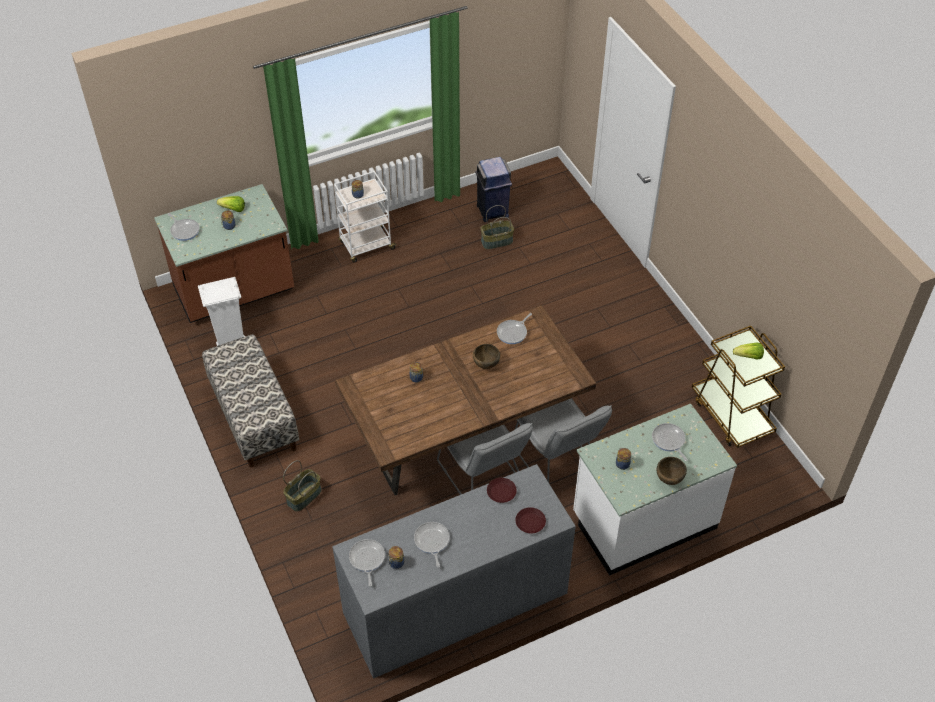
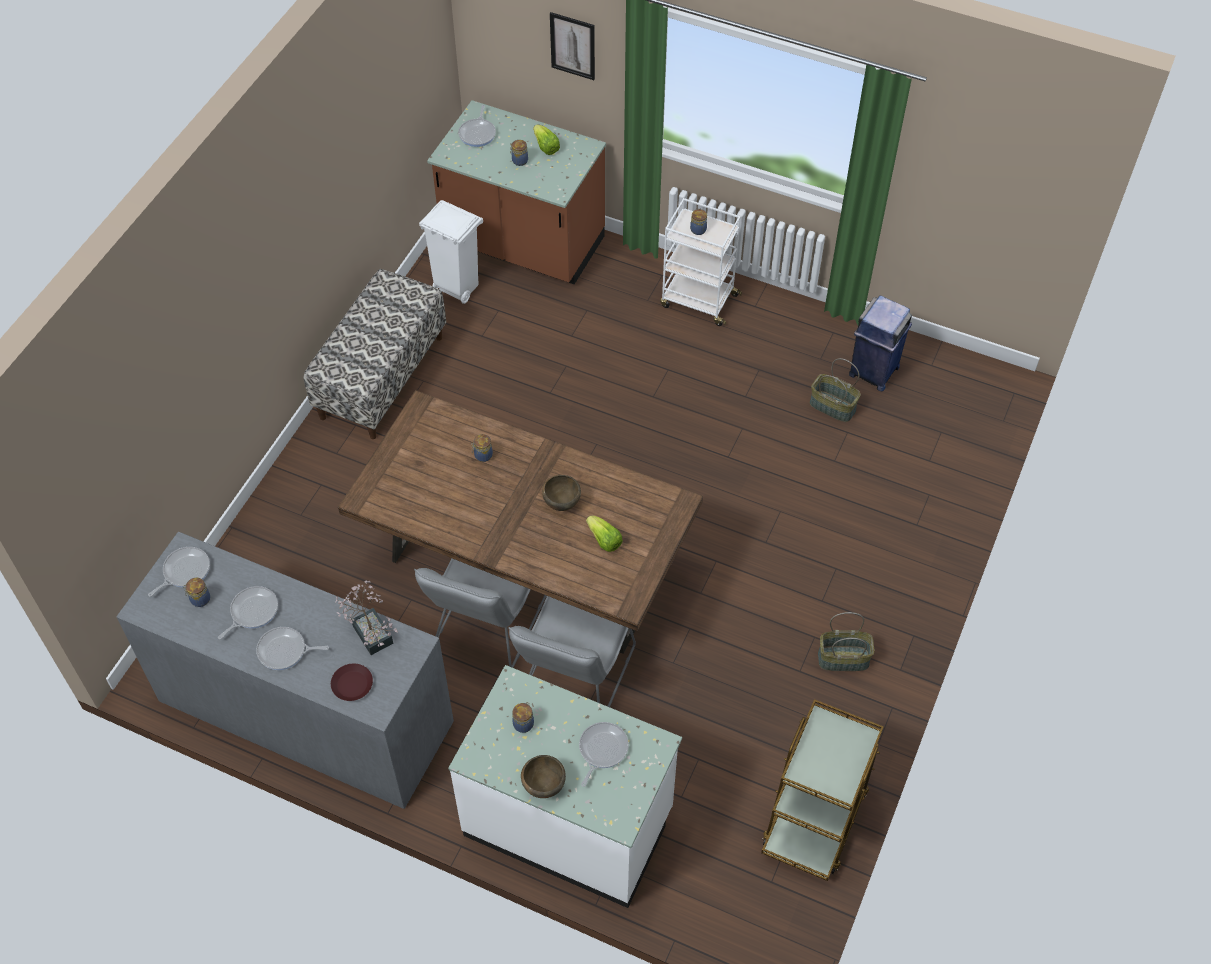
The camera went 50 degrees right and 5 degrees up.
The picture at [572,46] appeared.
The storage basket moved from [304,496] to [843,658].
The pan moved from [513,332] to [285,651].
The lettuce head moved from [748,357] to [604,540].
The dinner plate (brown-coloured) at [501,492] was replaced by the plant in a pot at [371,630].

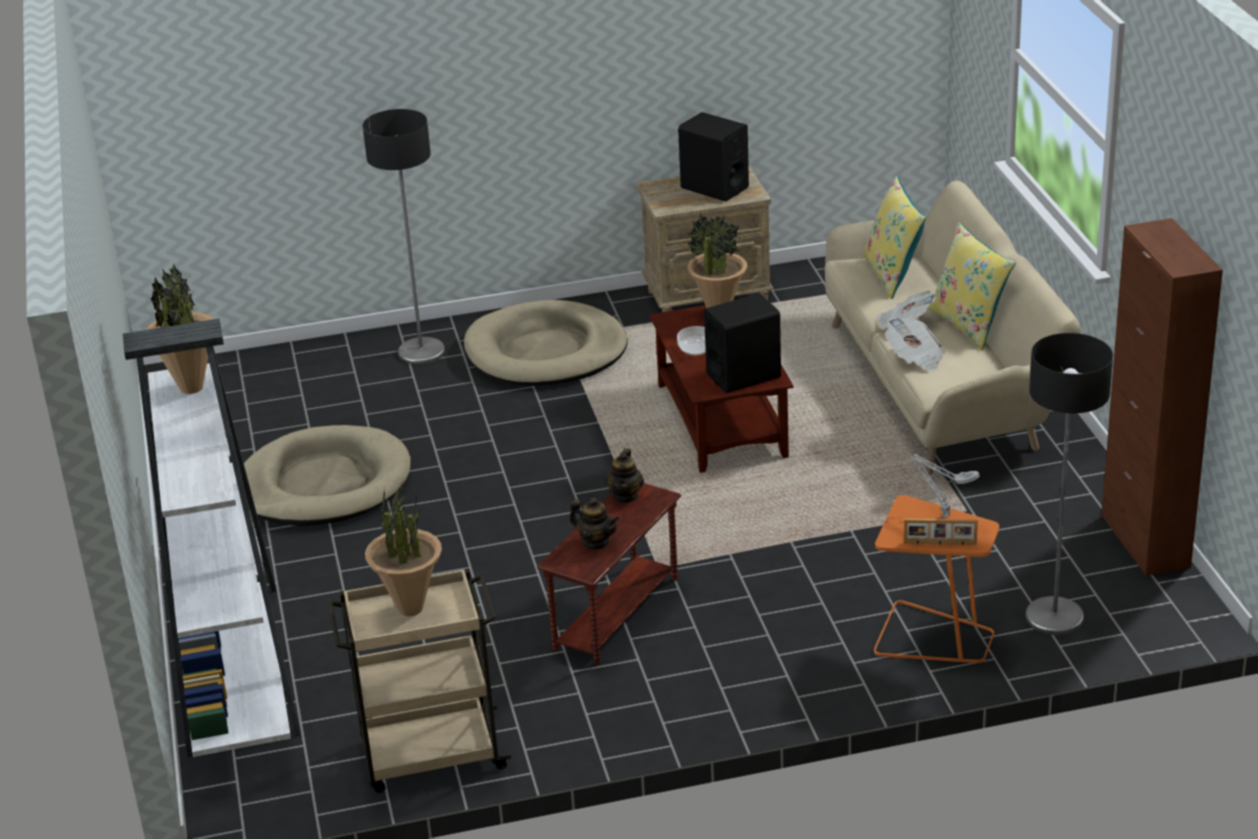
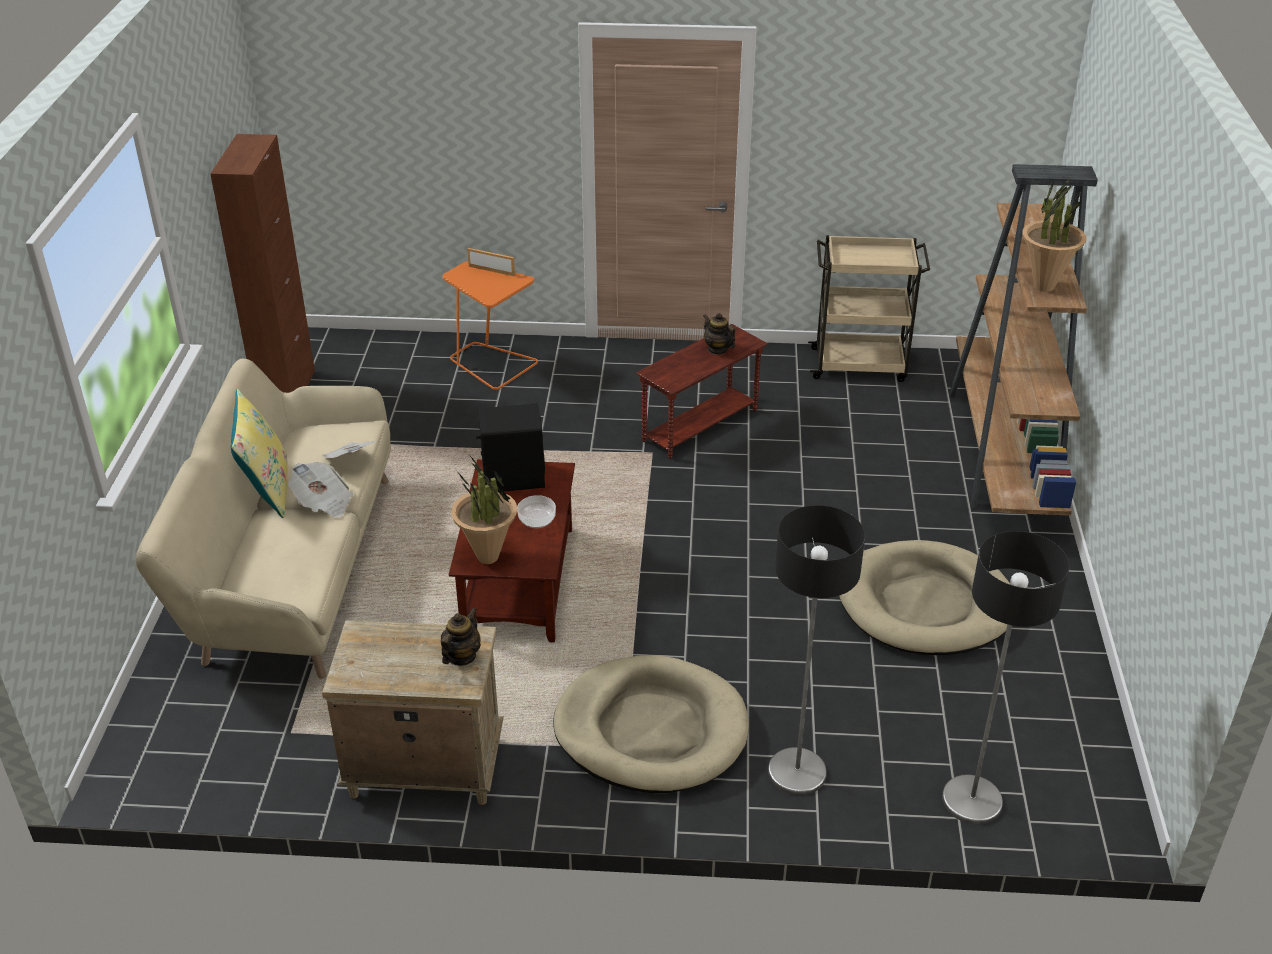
The camera went 165 degrees left and 5 degrees up.
The plant in a pot at [410,608] disappeared.
The loudspeaker (black) at [714,187] disappeared.
The pillow (yellowish) at [893,275] disappeared.
The table lamp (greyish) at [942,515] disappeared.
The tea pot moved from [626,496] to [461,656].
The standing lamp moved from [1054,617] to [971,800].
The bookcase (white-coloured) at [232,665] became the bookcase (brown-coloured) at [1003,452].

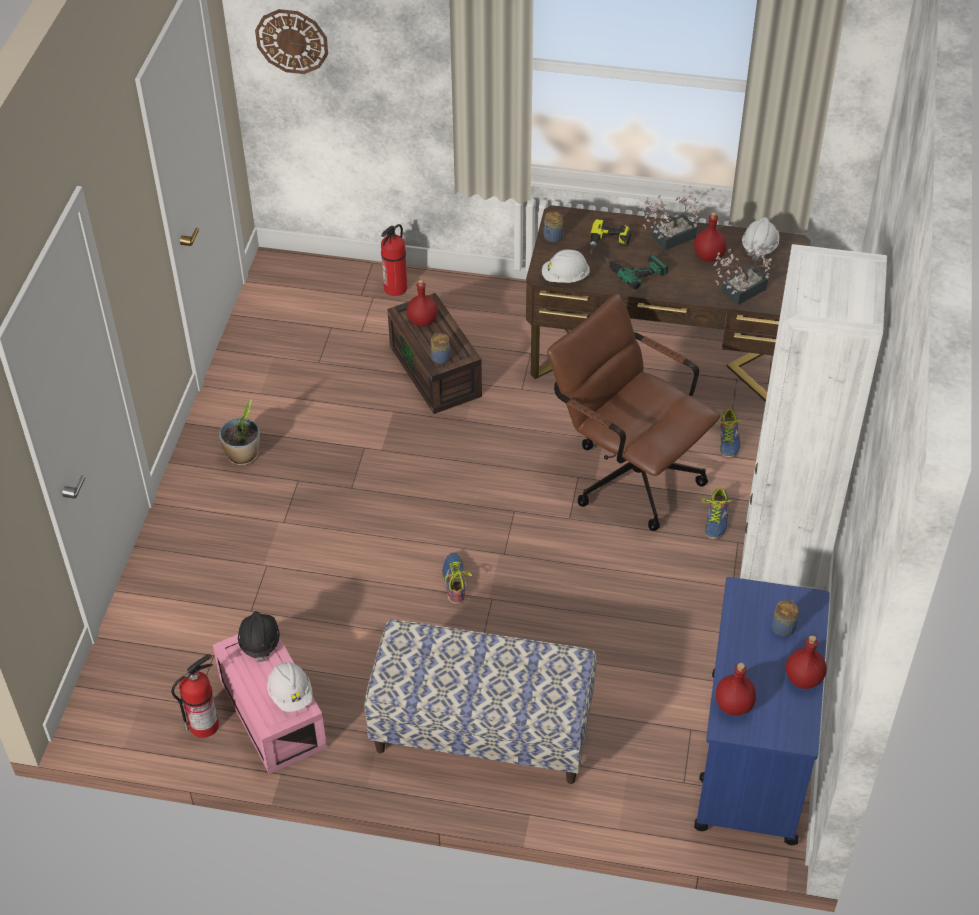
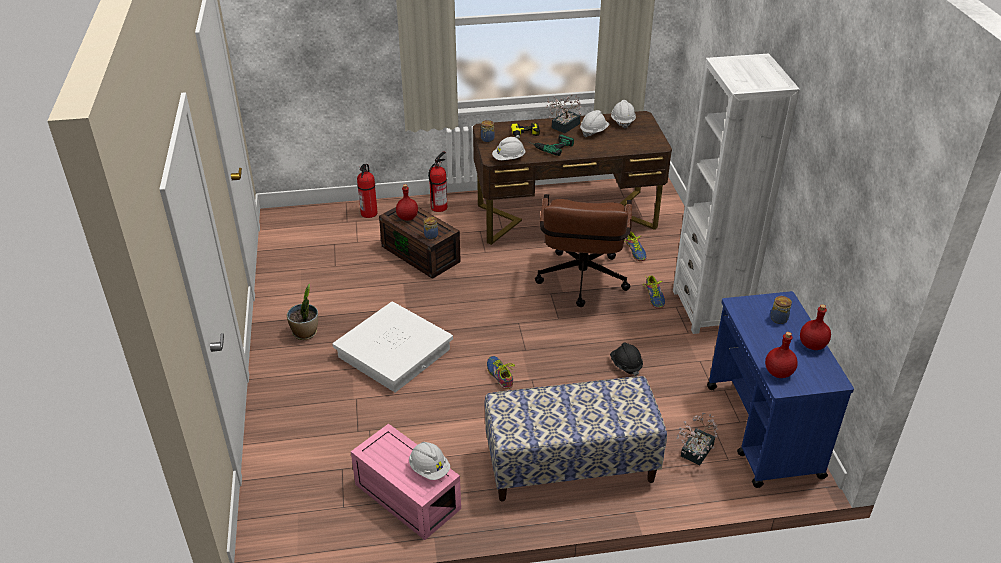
The camera went 20 degrees left and 10 degrees down.
The clock on the wall at [292,41] disappeared.
The storage container (white-coloured) at [393,353] appeared.
The extinguisher moved from [205,724] to [439,207].
The safety helmet (black) moved from [259,642] to [626,365].
The plant in a pot moved from [739,292] to [694,453].
The bottle (reddish) at [708,256] was replaced by the safety helmet (white-coloured) at [594,131].
The office chair (brown-coloured) at [627,472] turned 105 degrees counterclockwise.

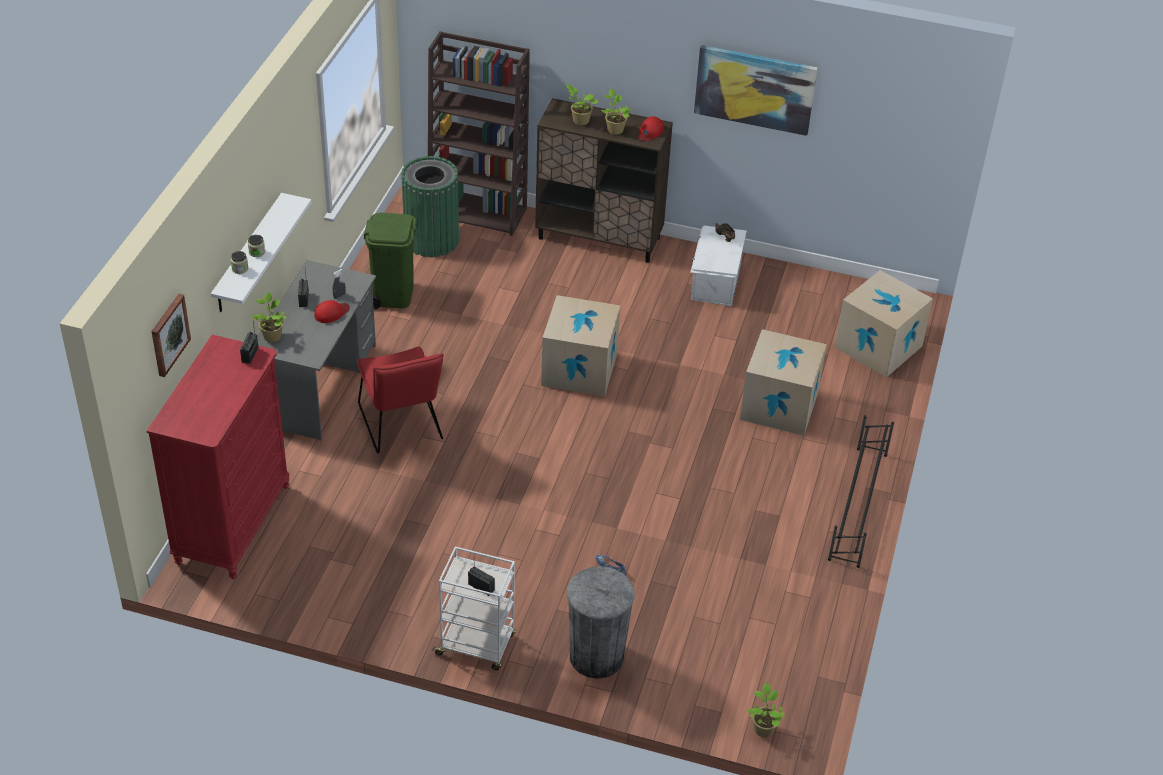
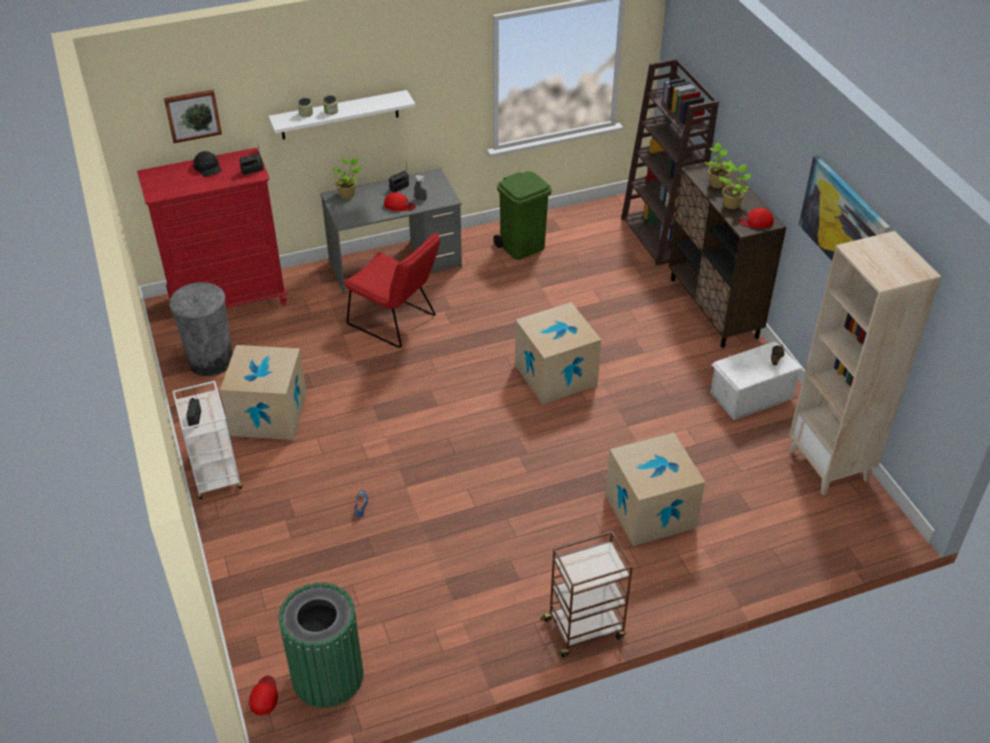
The camera went 55 degrees right and 0 degrees up.
The cap (black) at [208,167] appeared.
The bookcase (beige-coloured) at [829,465] appeared.
The trash can (green) moved from [431,240] to [327,676].
The trash can (greyish) moved from [596,656] to [210,361].
The packing box moved from [878,346] to [269,414].
The plant in a pot at [763,728] was replaced by the cap (reddish) at [264,696].
The shoe stand (black) at [857,506] was replaced by the trolley (brown-coloured) at [585,628].
The chair (reddish) at [402,426] turned 90 degrees counterclockwise.

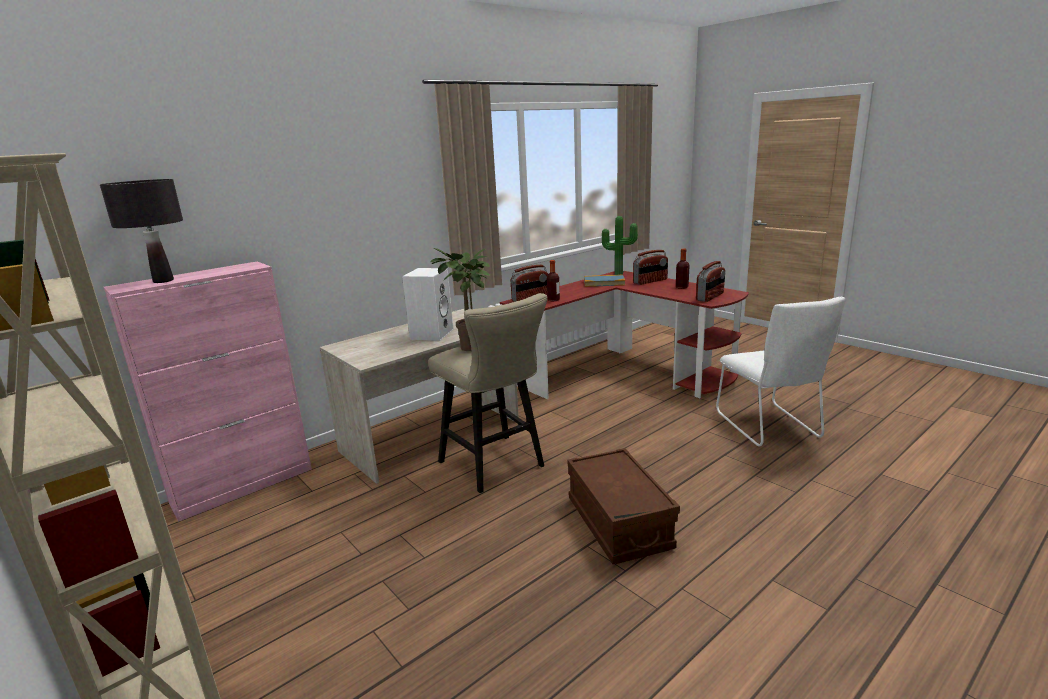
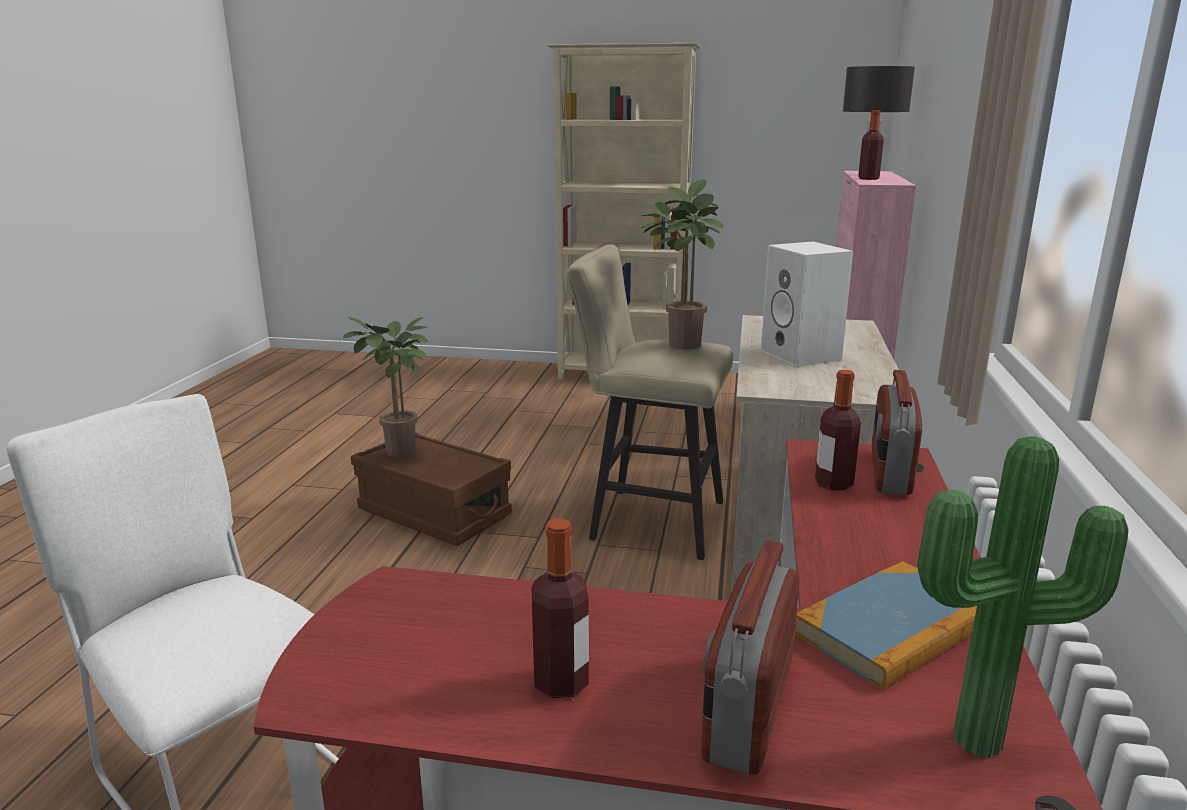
The camera went 140 degrees right and 0 degrees up.
The radio receiver at [710,297] disappeared.
The plant in a pot at [400,453] appeared.
The bottle at [868,179] appeared.

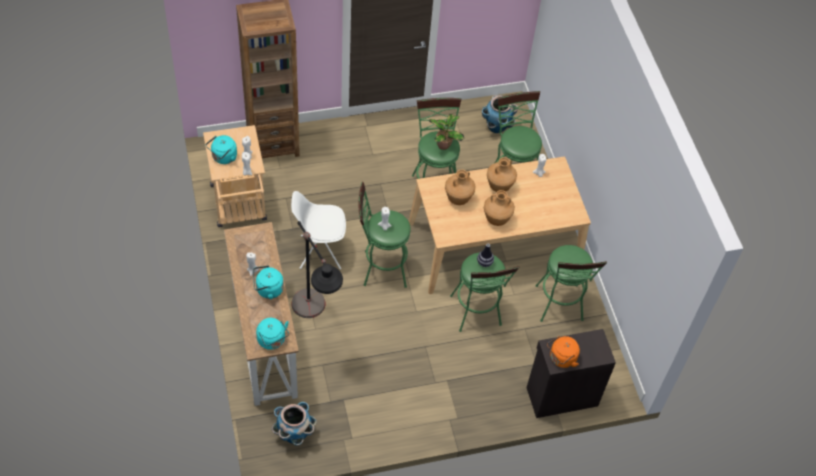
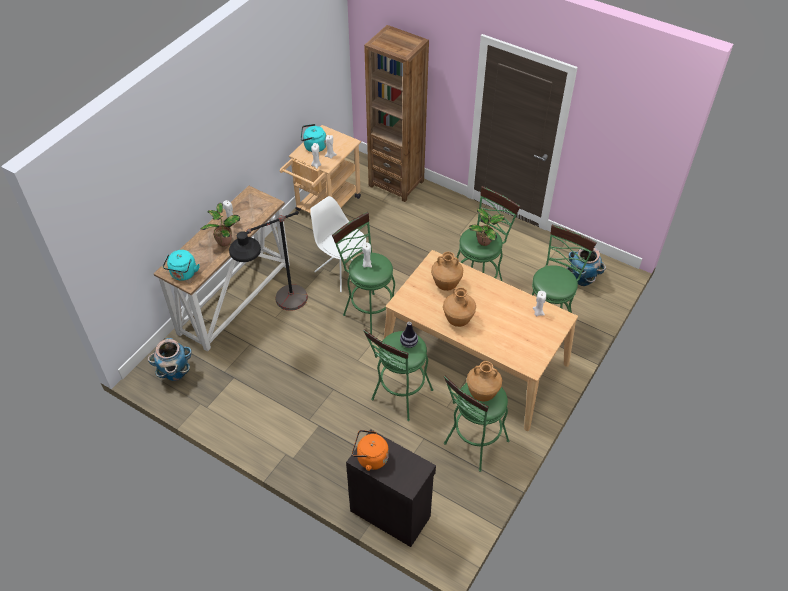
The camera went 50 degrees right and 5 degrees down.
The flower vase (brown-coloured) moved from [499,187] to [482,394].
The water kettle (turquoise) at [268,290] was replaced by the plant in a pot at [224,241].

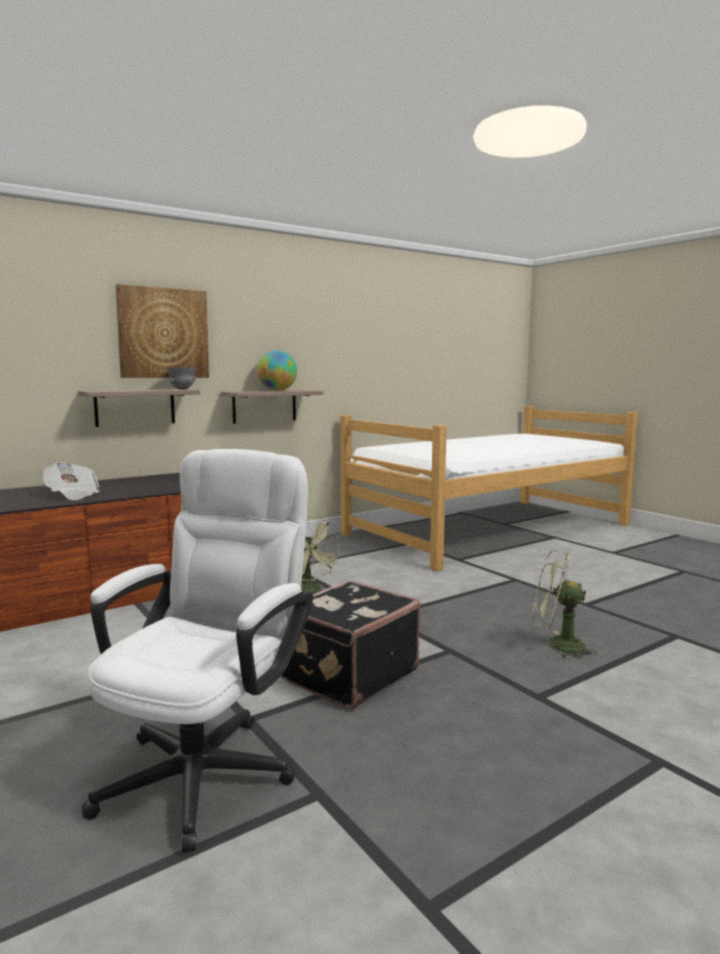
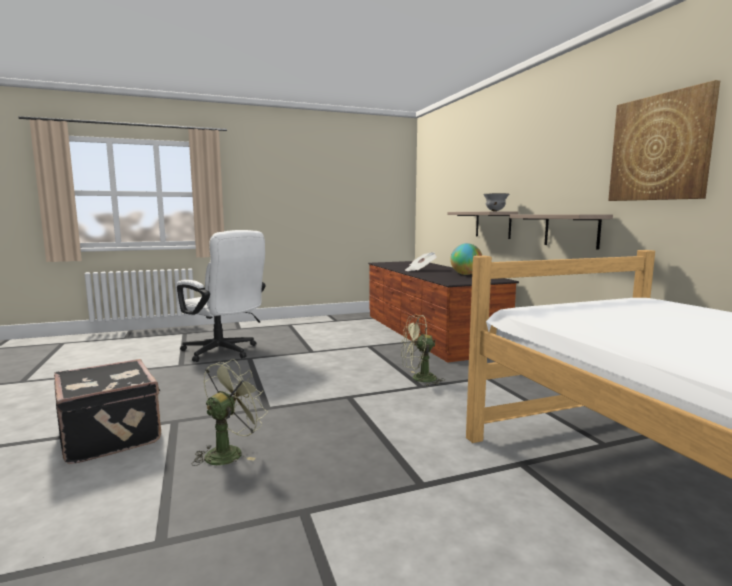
The camera went 105 degrees right and 0 degrees up.
The picture moved from [163,333] to [660,148].
The globe moved from [277,390] to [465,274].
The piece of luggage (black) moved from [347,674] to [112,435].

